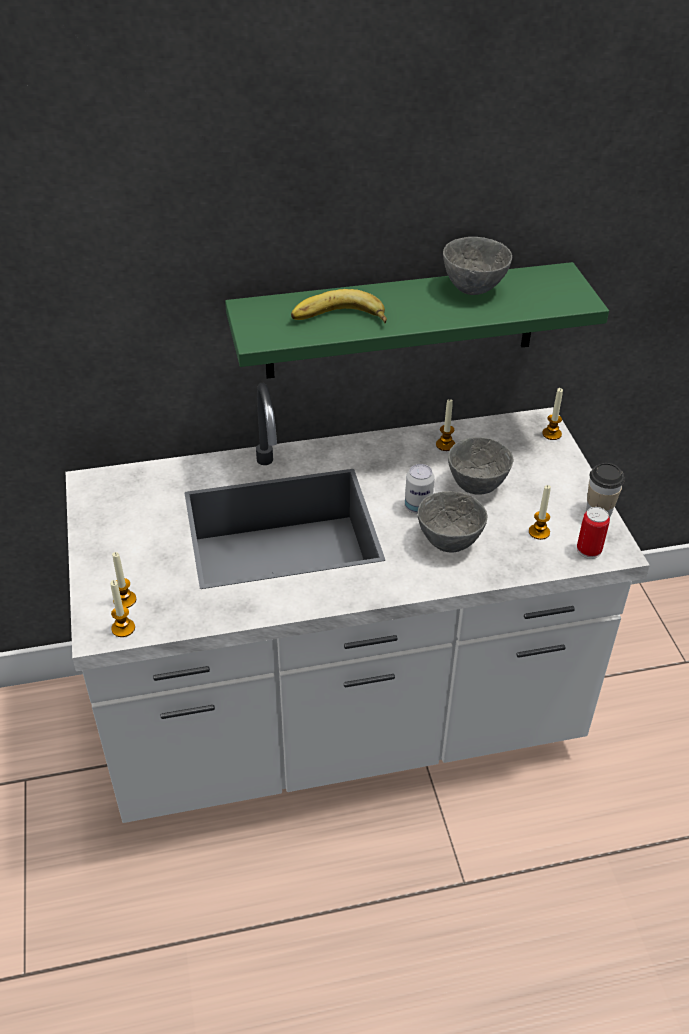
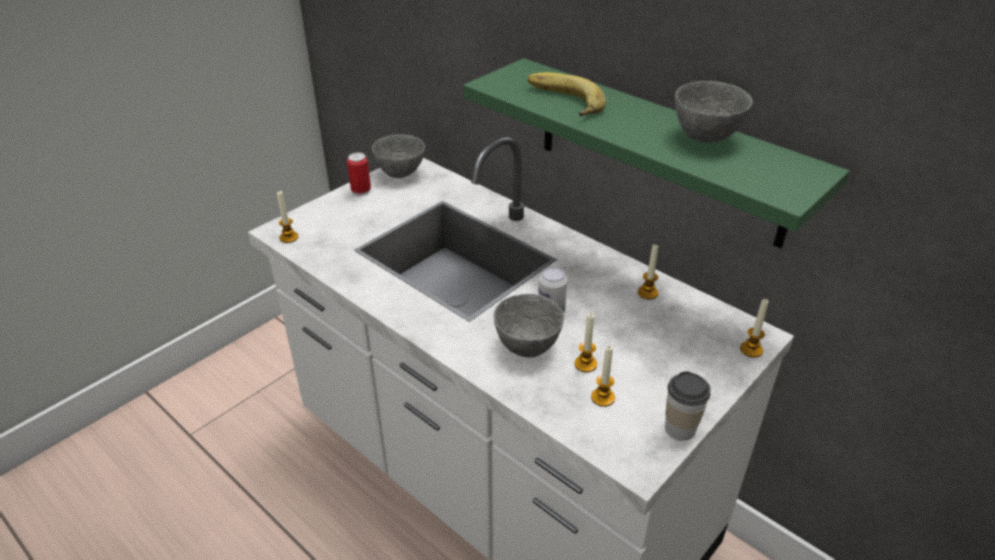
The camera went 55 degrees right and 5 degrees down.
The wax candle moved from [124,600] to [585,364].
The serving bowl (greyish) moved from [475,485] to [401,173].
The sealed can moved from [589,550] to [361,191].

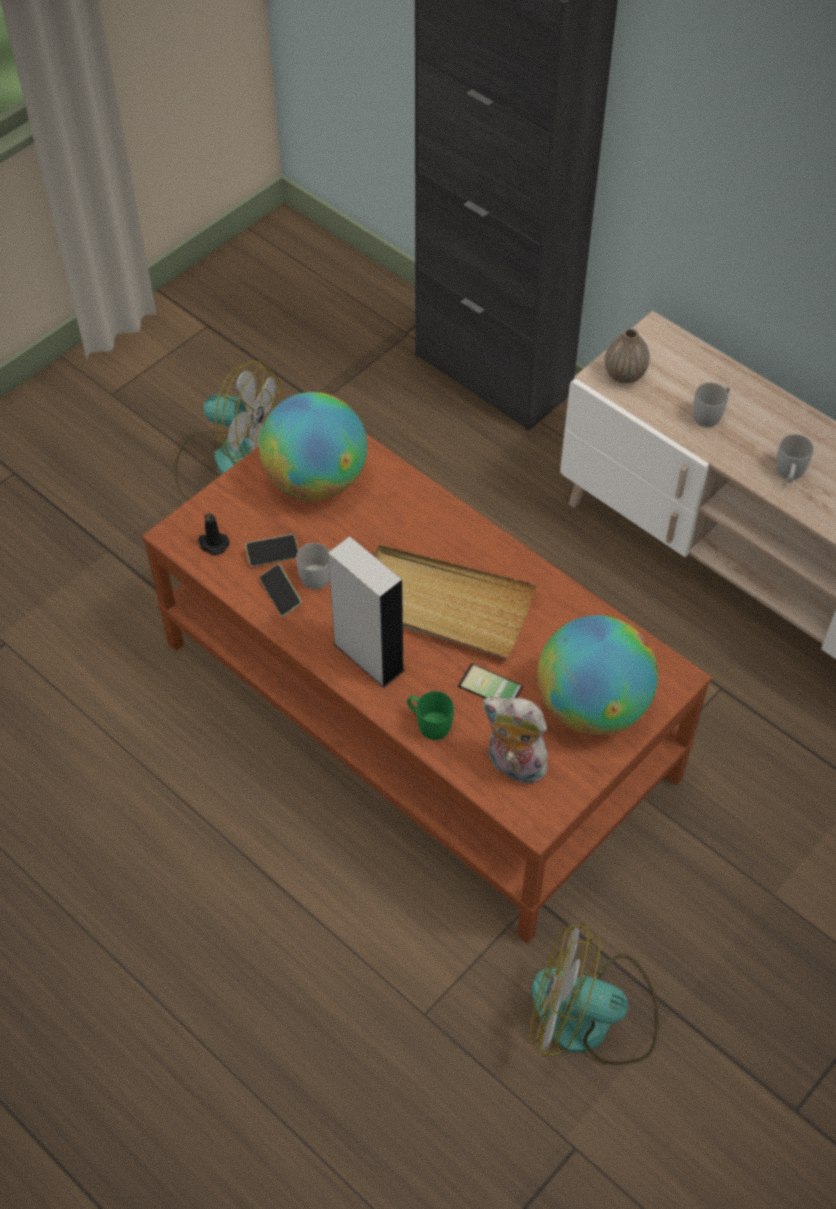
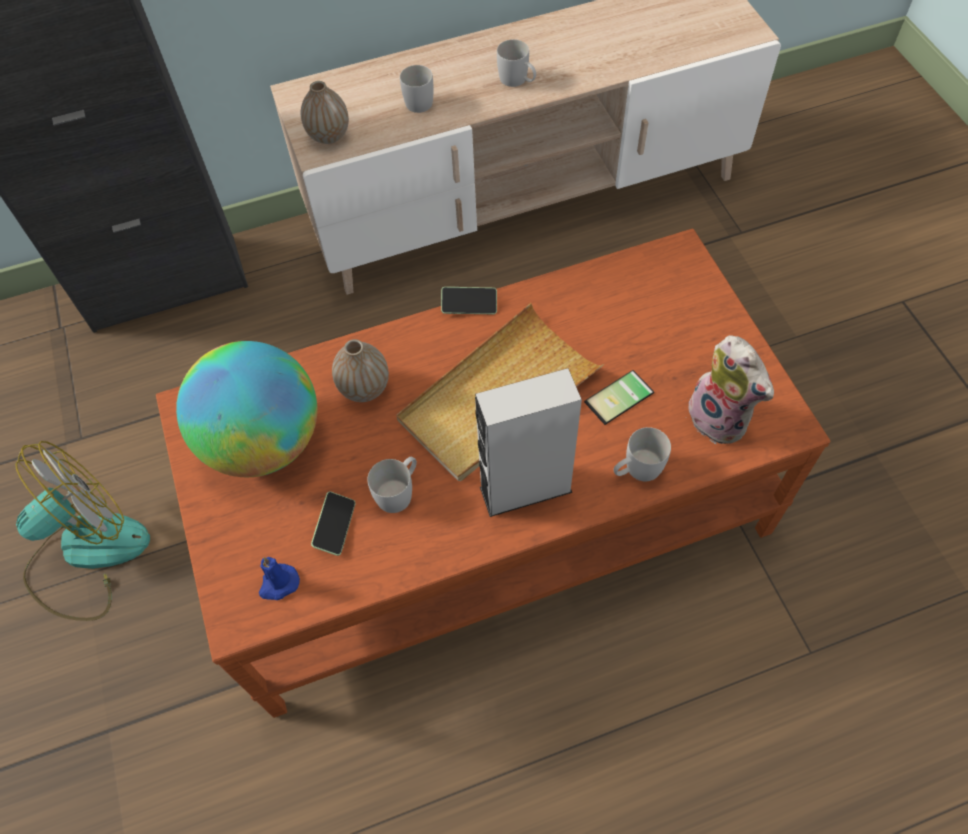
The camera went 60 degrees left and 5 degrees up.
The cooling fan at [591,1017] disappeared.
The globe at [592,706] disappeared.
The flower vase at [364,388] appeared.
The telephone moved from [280,594] to [469,305].
The wax candle (black) at [213,543] became the wax candle (blue) at [278,584].
The coffee mug (green) at [428,723] became the coffee mug (white-coloured) at [637,470].
The plush toy at [513,766] turned 90 degrees counterclockwise.

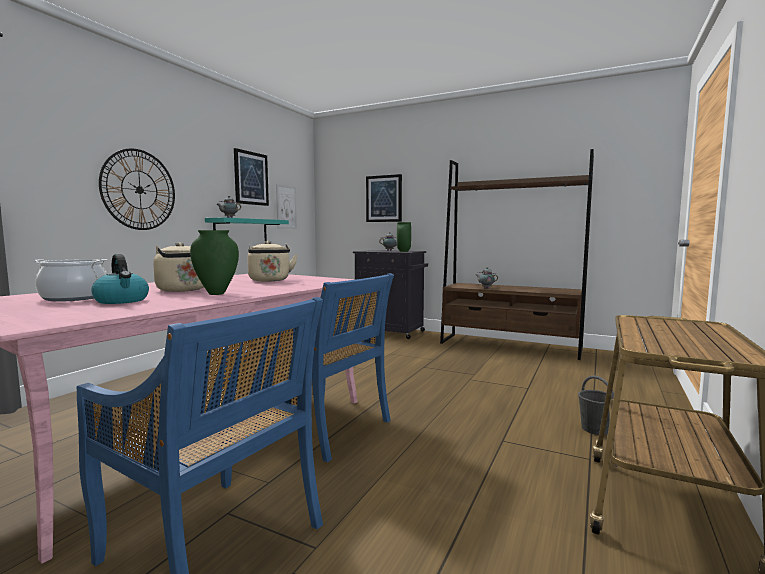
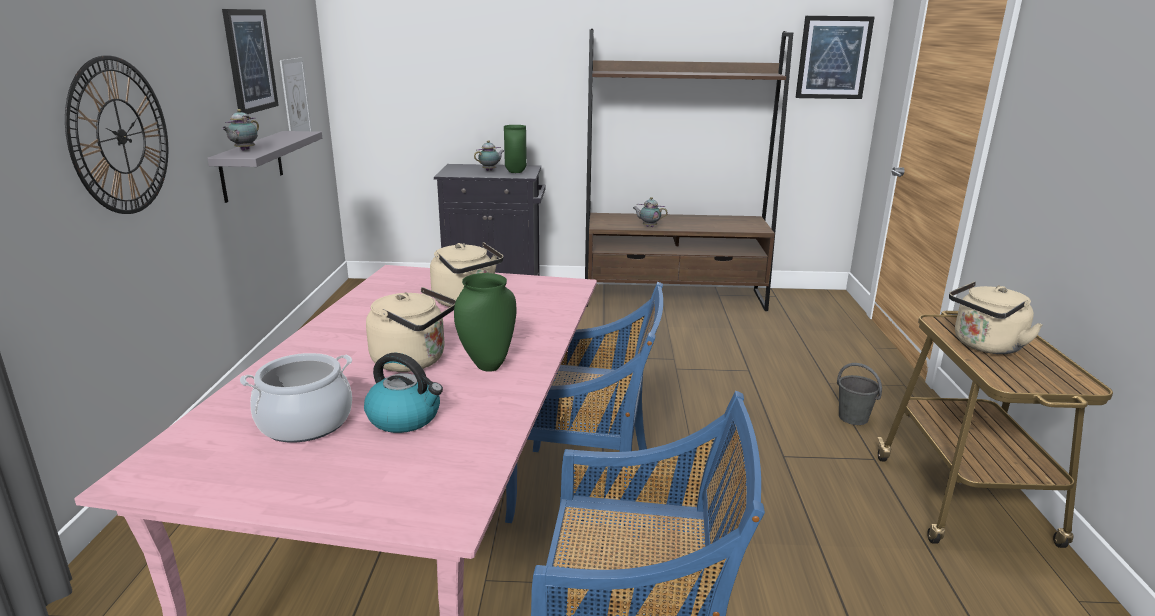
The camera went 25 degrees left and 15 degrees up.
The water kettle (beige-coloured) at [984,346] appeared.
The picture moved from [384,198] to [833,57].
The bracket shelf (turquoise) at [241,231] became the bracket shelf (greyish) at [252,165].

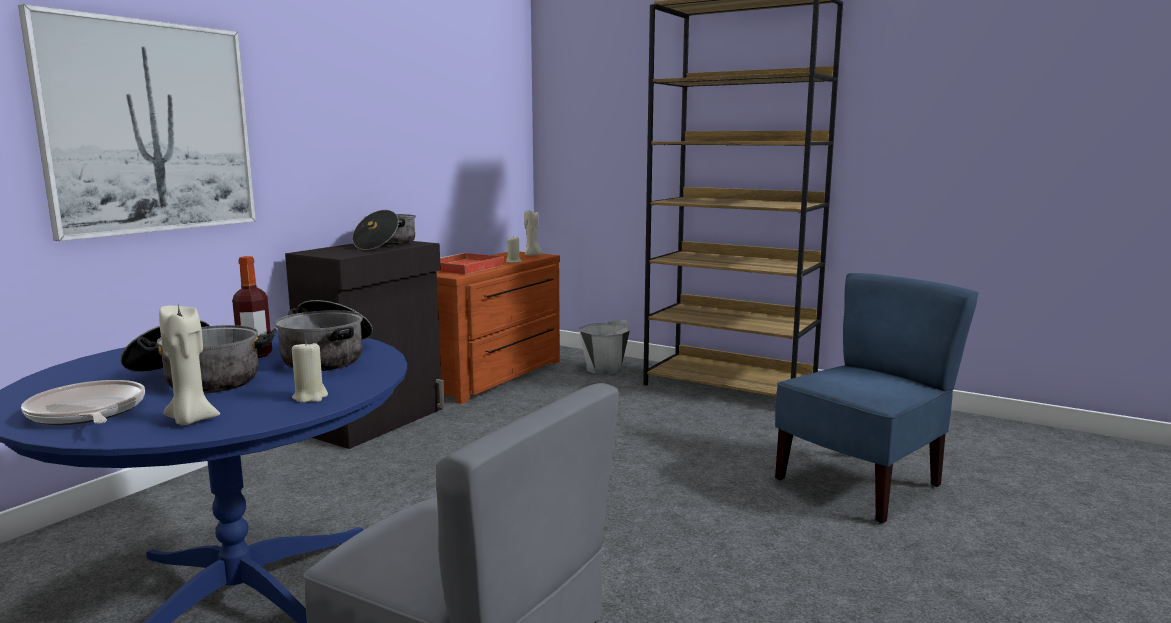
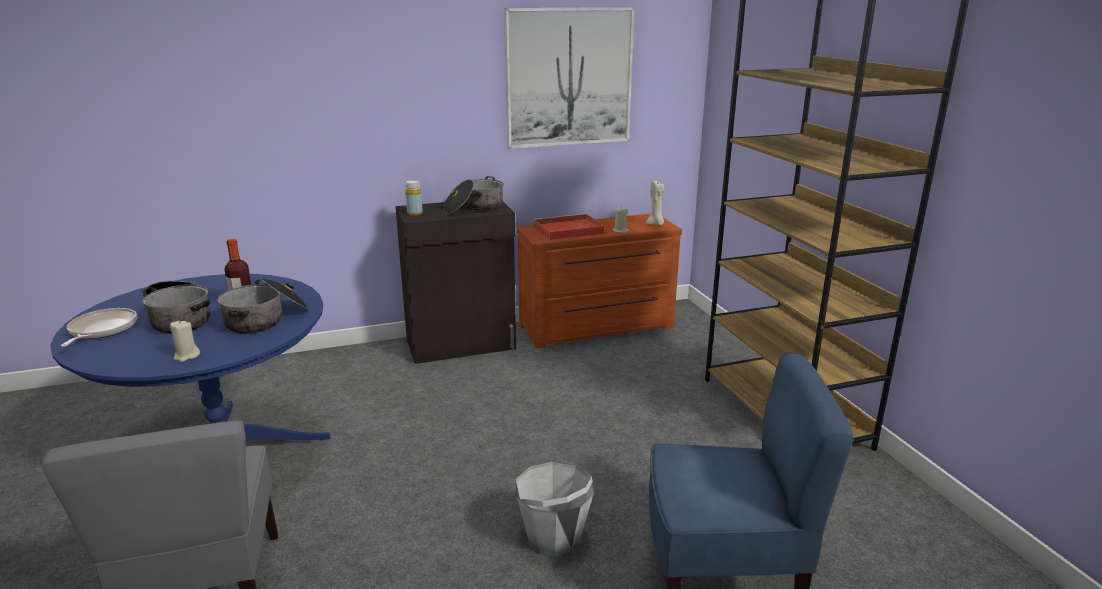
The camera went 40 degrees right and 10 degrees up.
The wax candle (beige-coloured) at [191,420] disappeared.
The bottle (yellowish) at [414,213] appeared.
The picture moved from [150,127] to [569,78].
The pail (greyish) moved from [604,369] to [554,538].

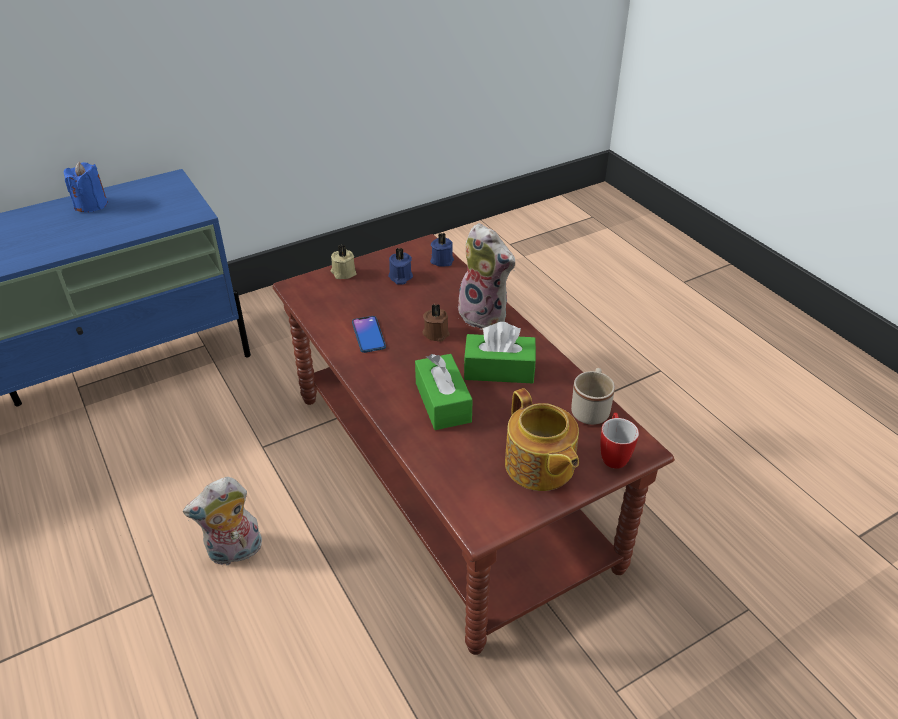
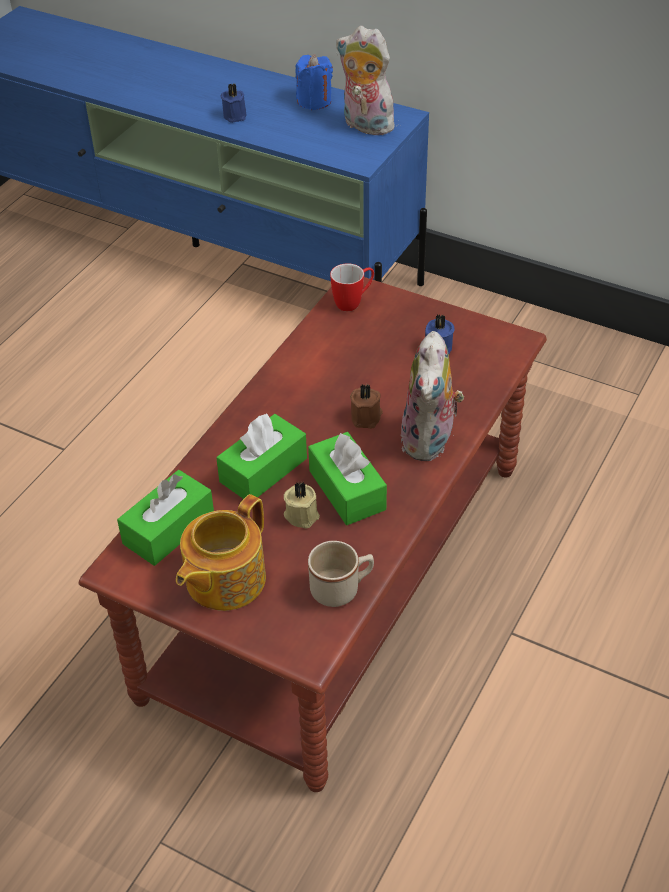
The camera went 60 degrees right and 5 degrees up.
The telephone at [368,335] disappeared.
The tissue holder (green) at [168,529] appeared.
The plush toy moved from [235,553] to [365,126].
The wax candle (beige-coloured) moved from [343,273] to [302,514].
The wax candle (blue) moved from [441,260] to [236,115].
The coffee mug moved from [613,454] to [353,302].

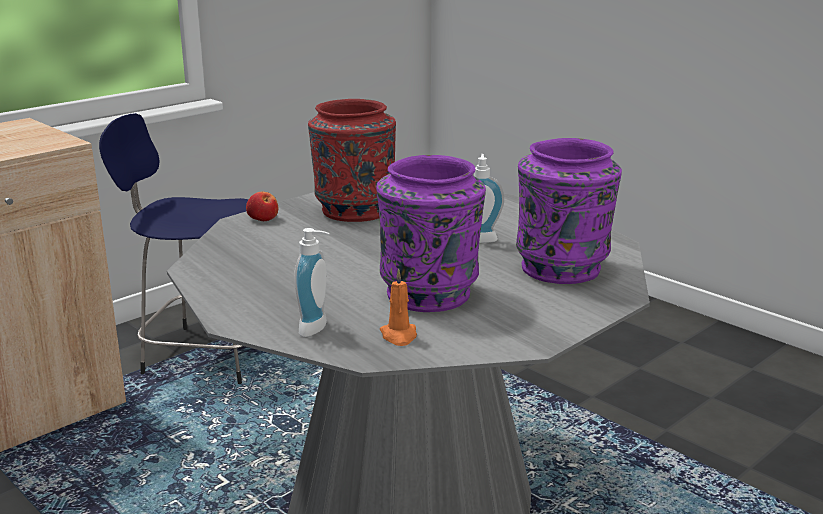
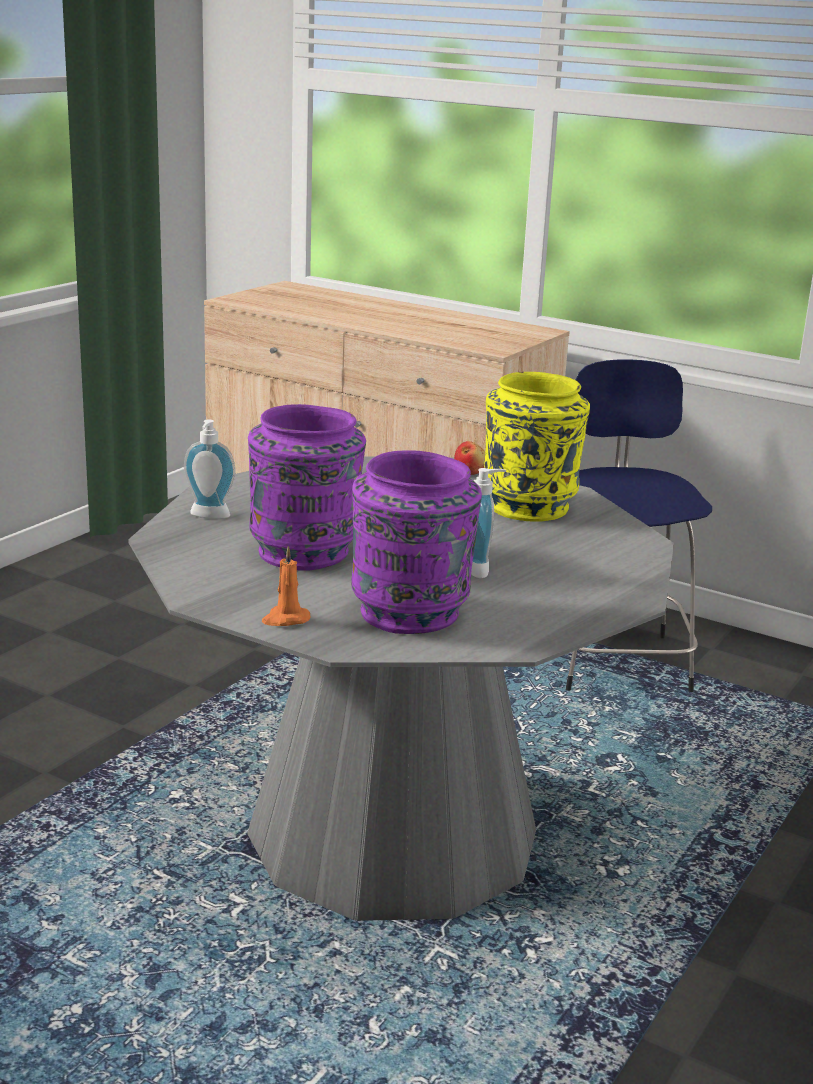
The camera went 75 degrees right and 0 degrees up.
The wax candle (orange) moved from [399,336] to [285,619].
The flower vase (reddish) at [354,210] became the flower vase (yellowish) at [528,506].

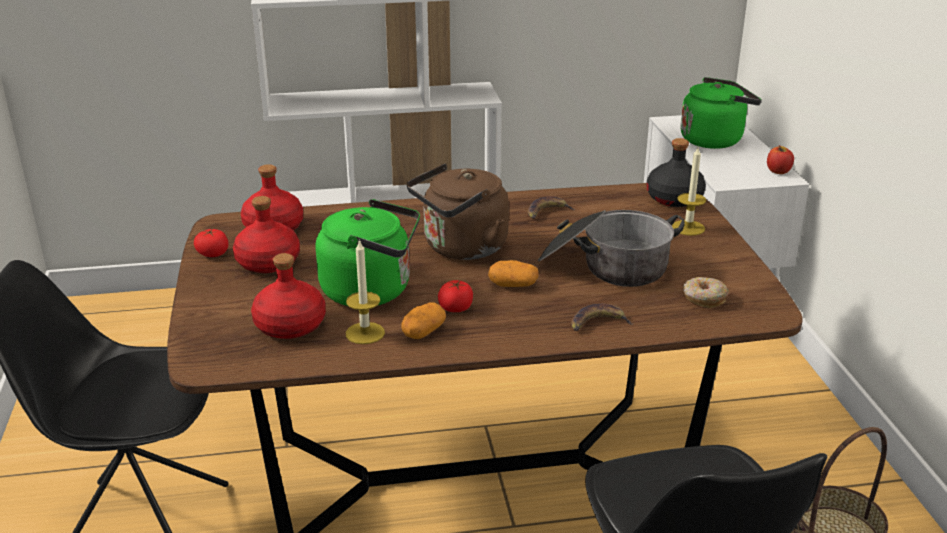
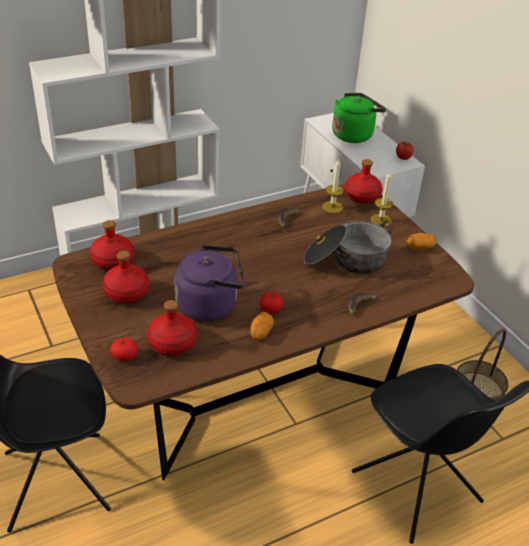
The camera went 20 degrees left and 10 degrees up.
The water kettle (brown-coloured) at [461,248] disappeared.
The doughnut at [703,298] disappeared.
The fresh tomato moved from [213,254] to [125,356].
The wax candle moved from [365,333] to [332,207].
The spud moved from [513,285] to [420,247].
The water kettle (green) at [372,291] became the water kettle (purple-coloured) at [210,304].
The bottle (black) at [675,198] became the bottle (reddish) at [362,196].

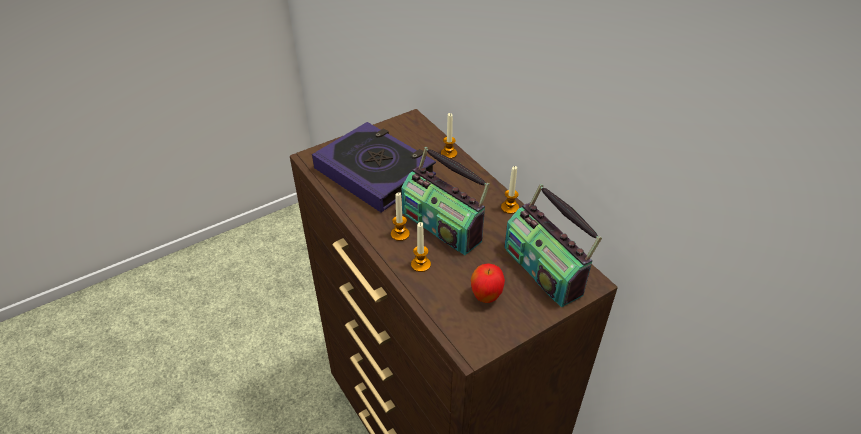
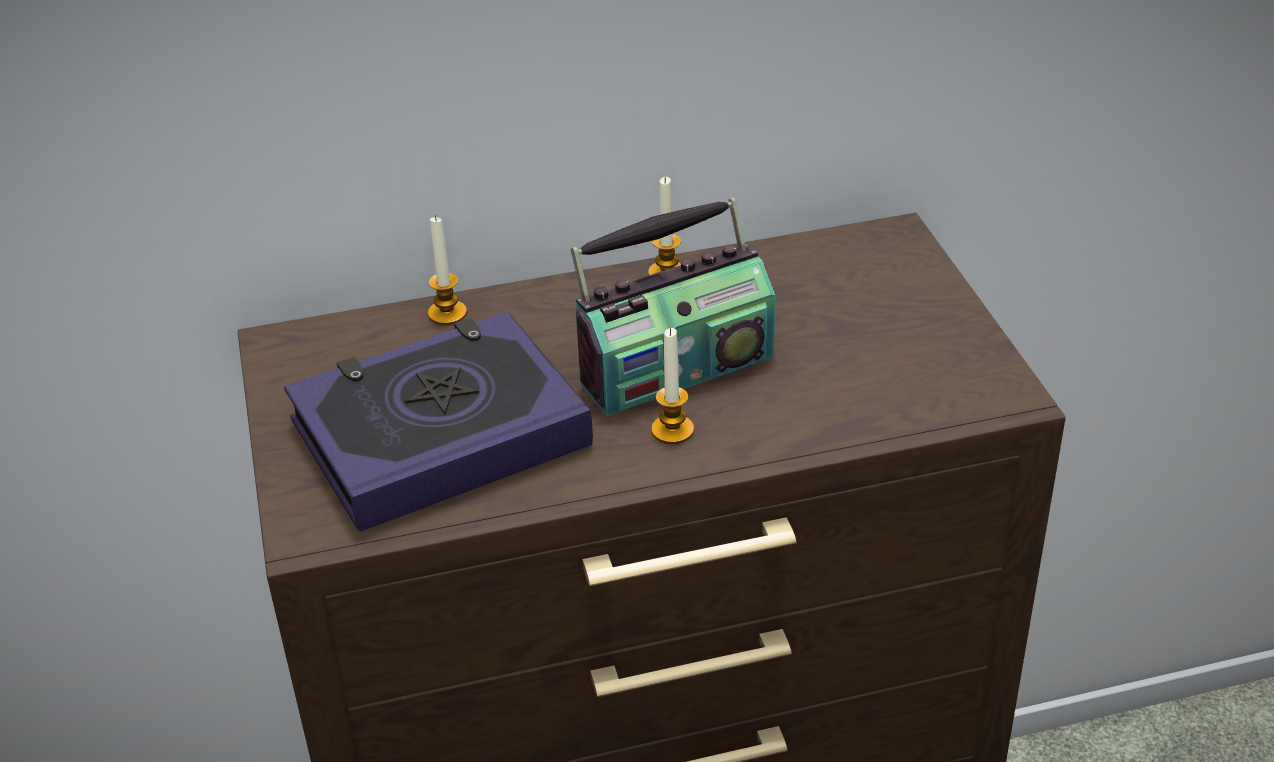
The camera went 70 degrees left and 5 degrees down.
The wax candle at [420,264] disappeared.
The apple at [486,297] disappeared.
The radio receiver at [544,269] disappeared.

